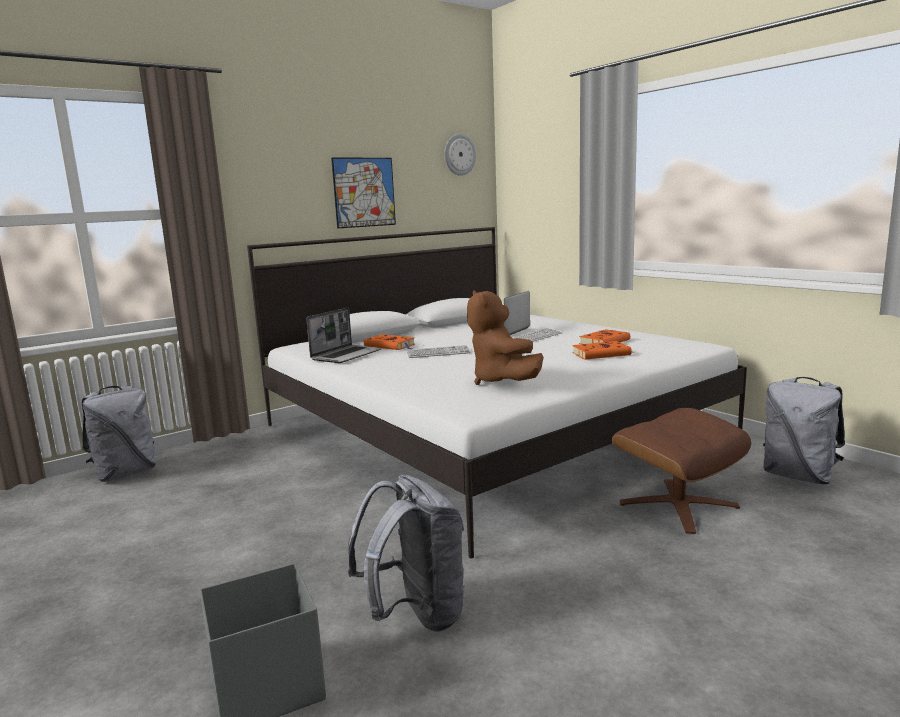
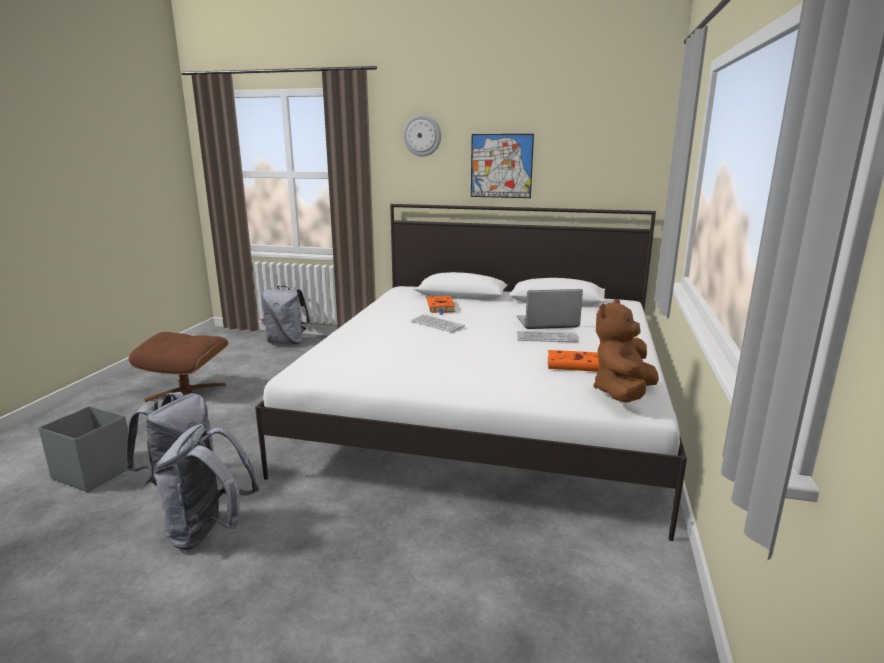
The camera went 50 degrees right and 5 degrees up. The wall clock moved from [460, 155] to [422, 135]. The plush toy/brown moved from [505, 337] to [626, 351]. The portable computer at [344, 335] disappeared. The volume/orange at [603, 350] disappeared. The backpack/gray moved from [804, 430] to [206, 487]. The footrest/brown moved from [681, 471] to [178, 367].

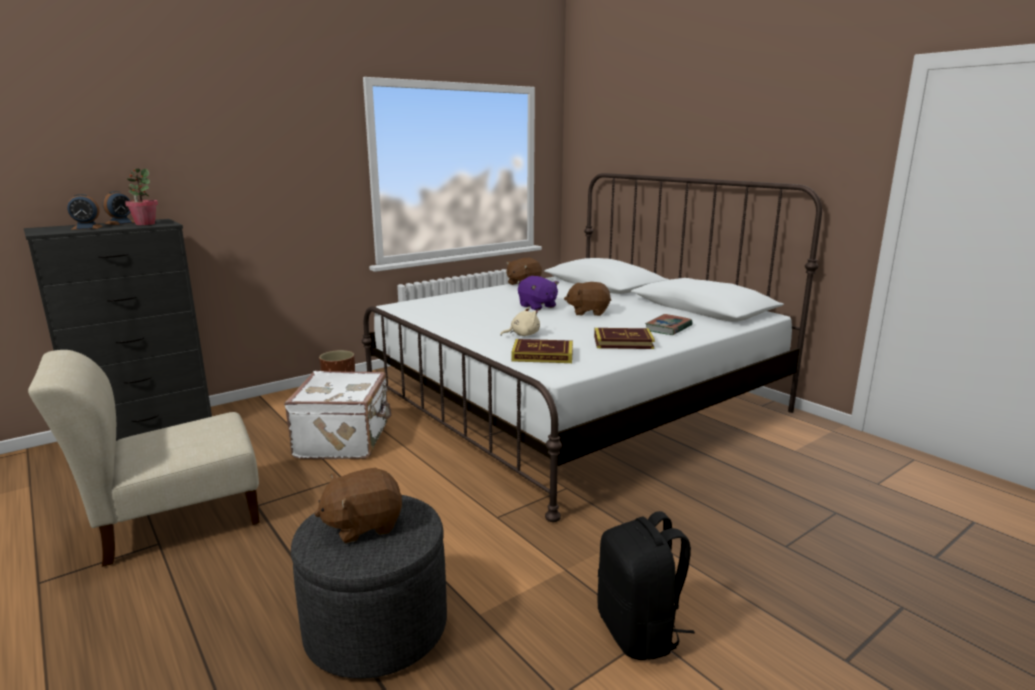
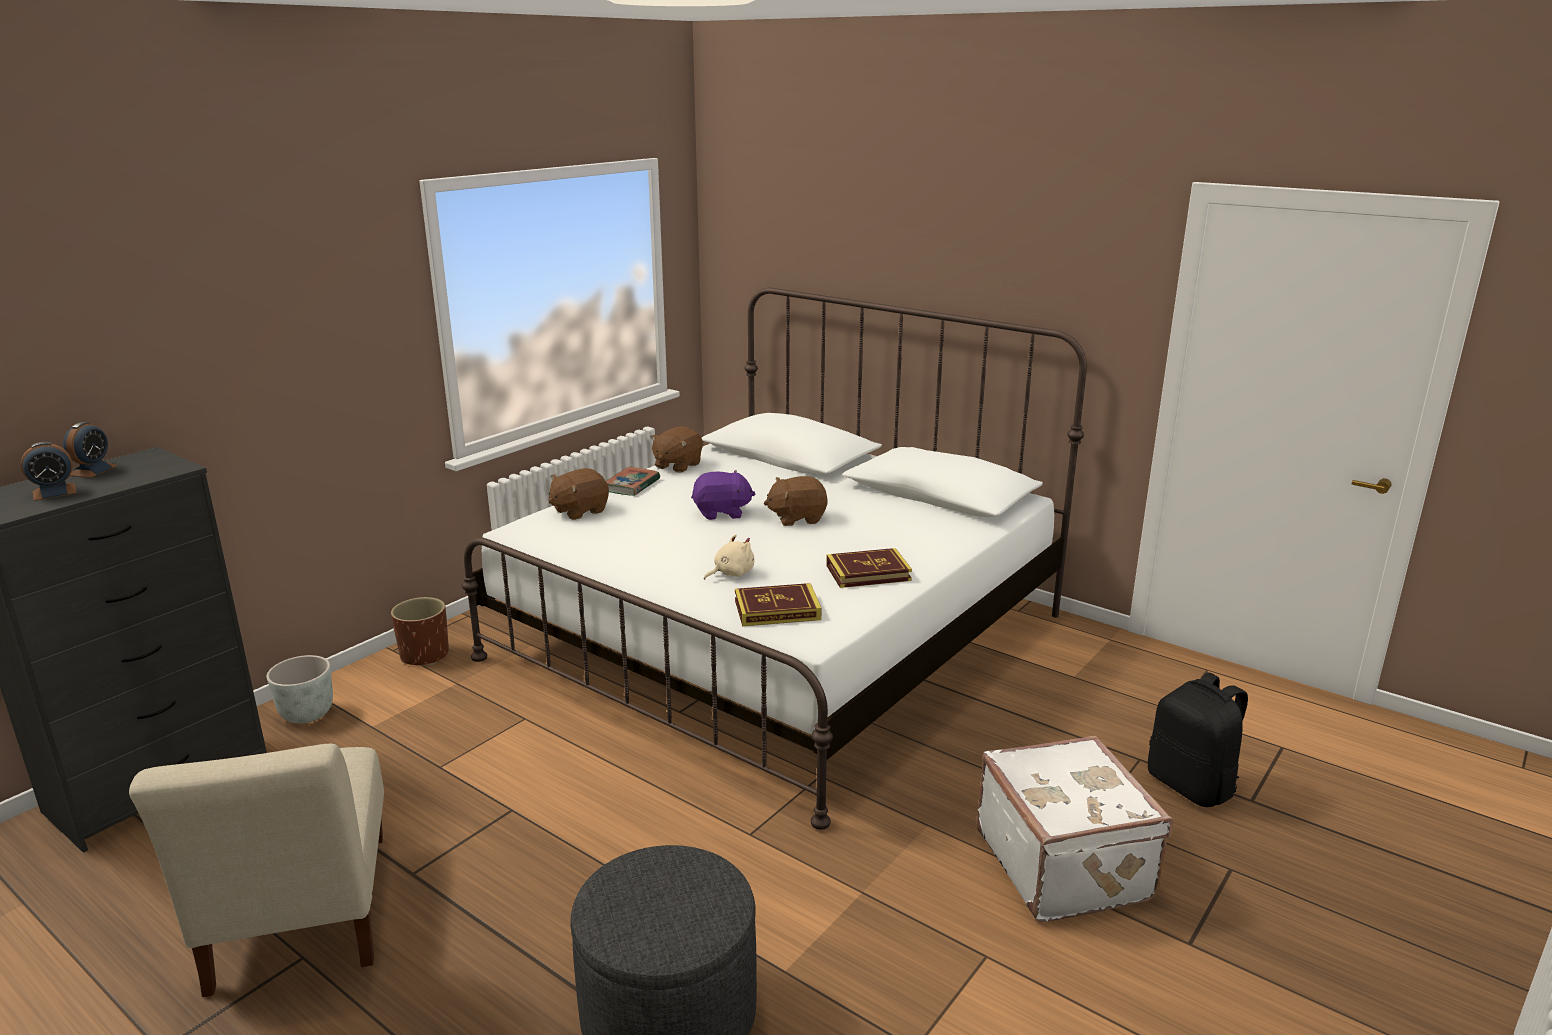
The camera went 15 degrees left and 5 degrees up. The plant in a pot at [141, 196] disappeared. The plush toy/purple-coloured at [538, 293] turned 45 degrees counterclockwise. The volume moved from [669, 324] to [633, 481]. The chair/beige at [144, 458] turned 60 degrees counterclockwise. The travel case/white moved from [337, 415] to [1074, 828]. The plush toy/brown moved from [358, 505] to [578, 494]. The backpack/black-coloured moved from [646, 585] to [1198, 739]. The flower pot/gray at [299, 689] appeared.

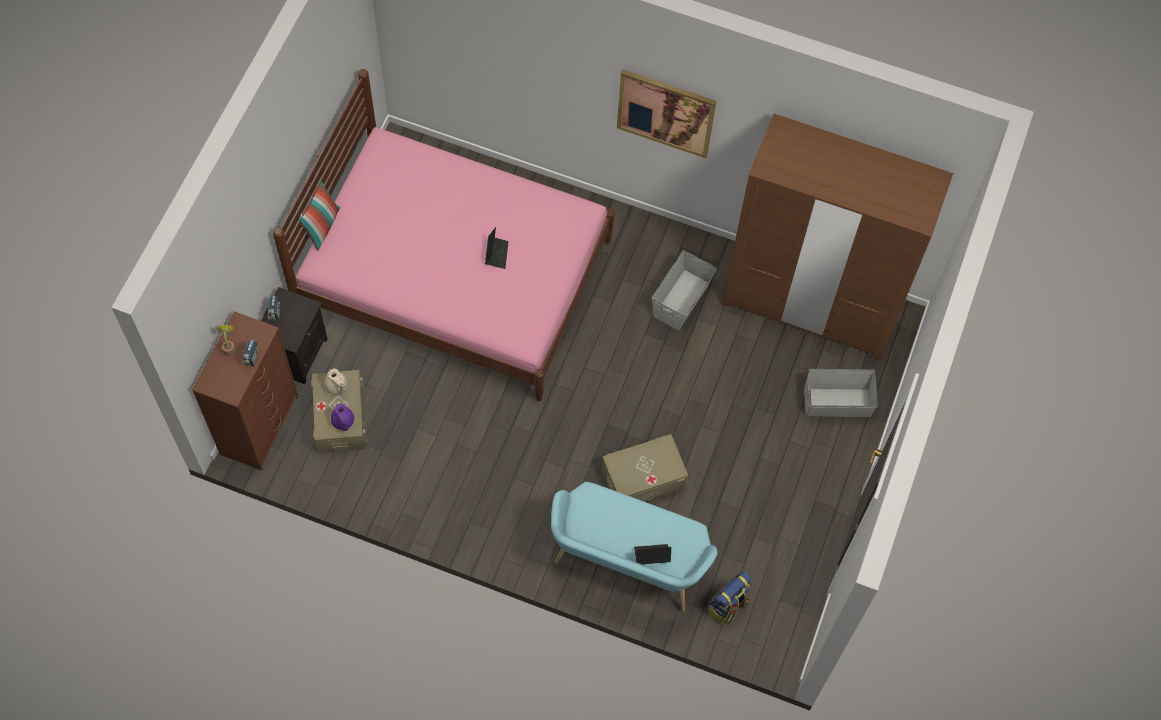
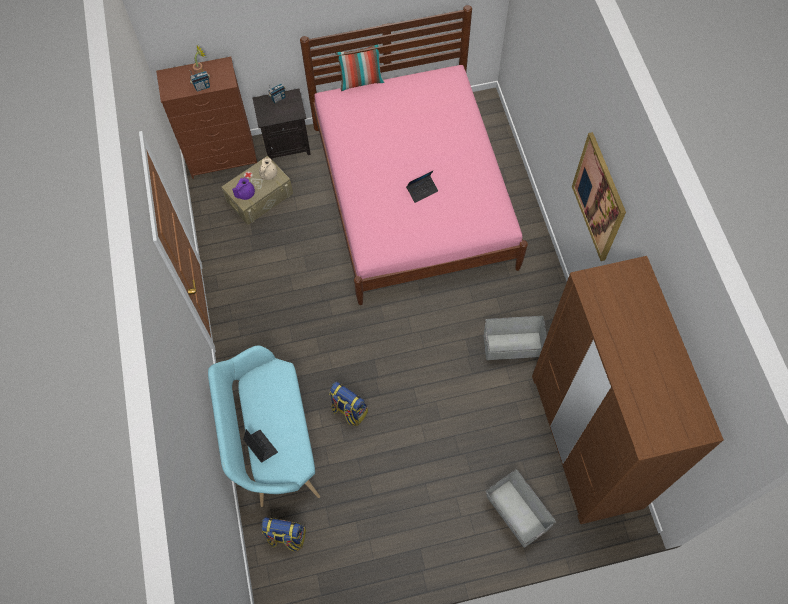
The camera went 60 degrees right and 0 degrees up. The storage bin/beige at [645, 468] was replaced by the backpack at [348, 404].

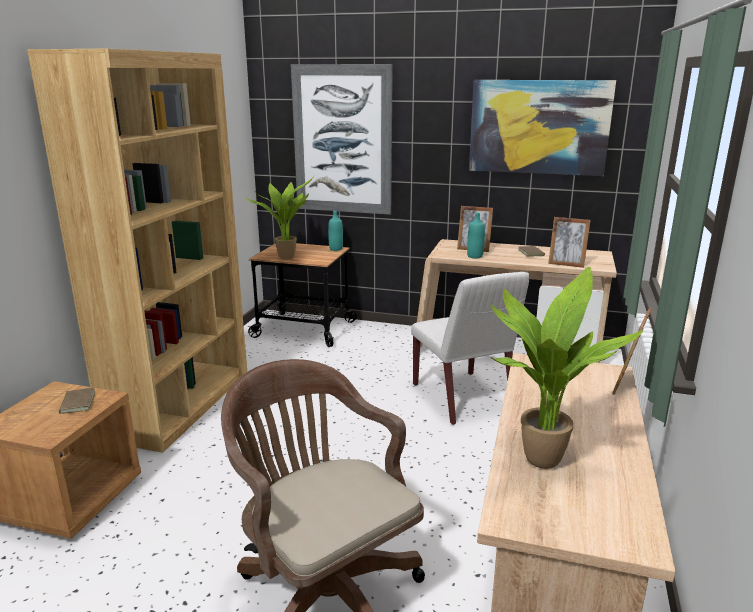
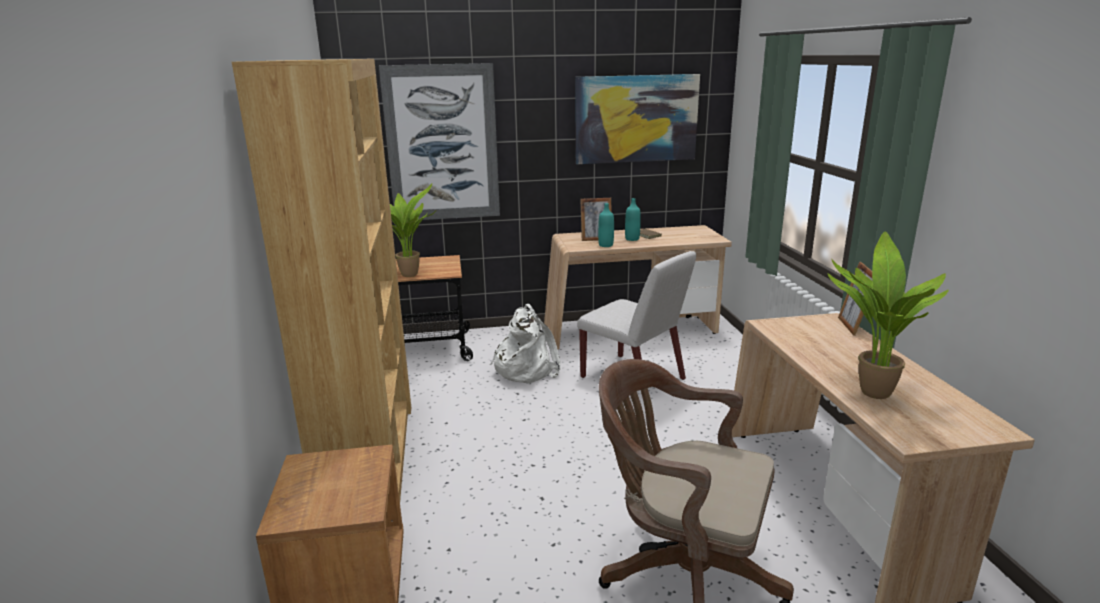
The camera went 25 degrees left and 0 degrees up. The beverage bottle/turquoise moved from [335, 231] to [633, 219]. The photo frame at [569, 242] disappeared. The volume/brown at [72, 400] disappeared. The backpack/white at [525, 343] appeared.

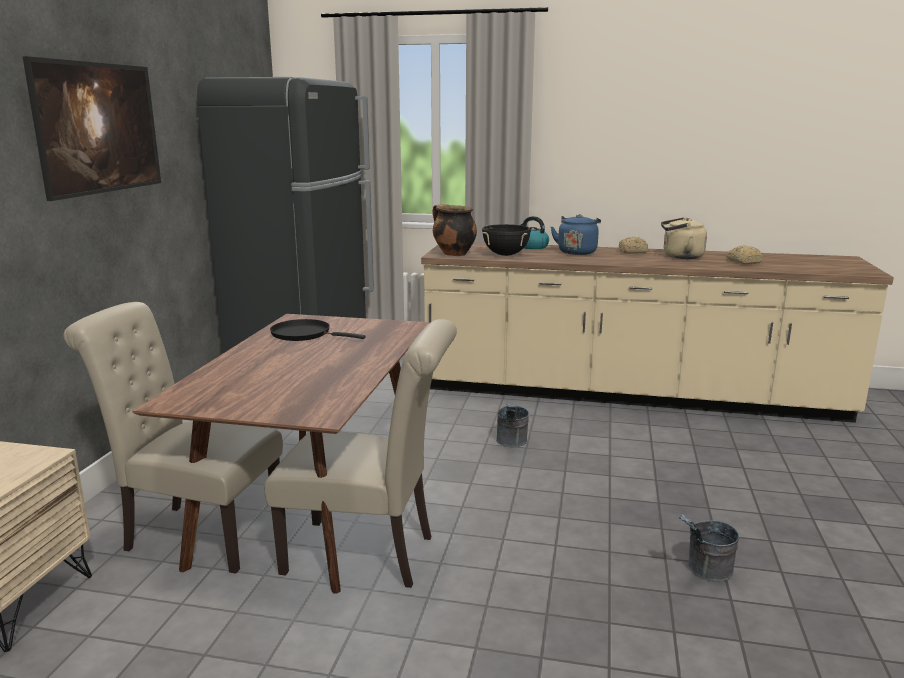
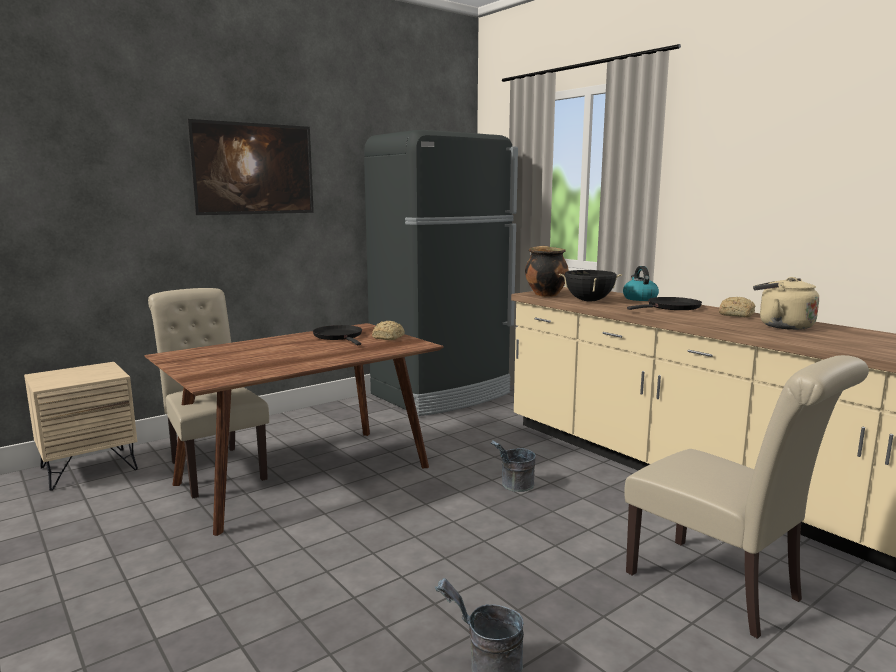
The camera went 40 degrees right and 5 degrees down. The water kettle/bluish at [576, 234] was replaced by the frying pan/black-coloured at [664, 303]. The bakery bread moved from [745, 254] to [388, 330]. The chair/beige moved from [360, 453] to [746, 497].

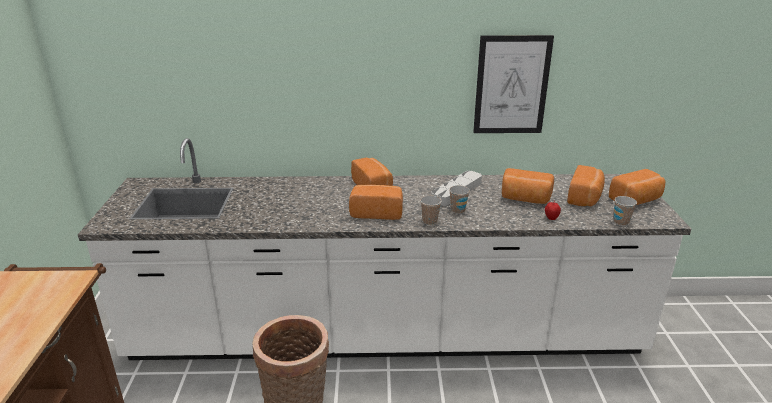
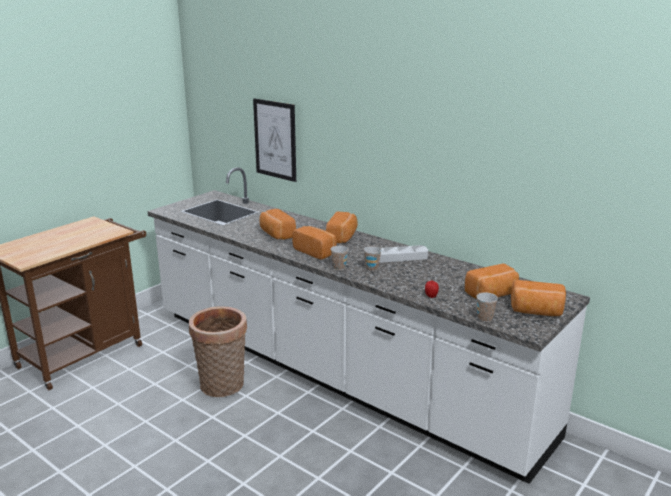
The camera went 40 degrees right and 5 degrees down. The wall art moved from [513, 84] to [274, 140]. The bakery bread moved from [528, 186] to [277, 224].

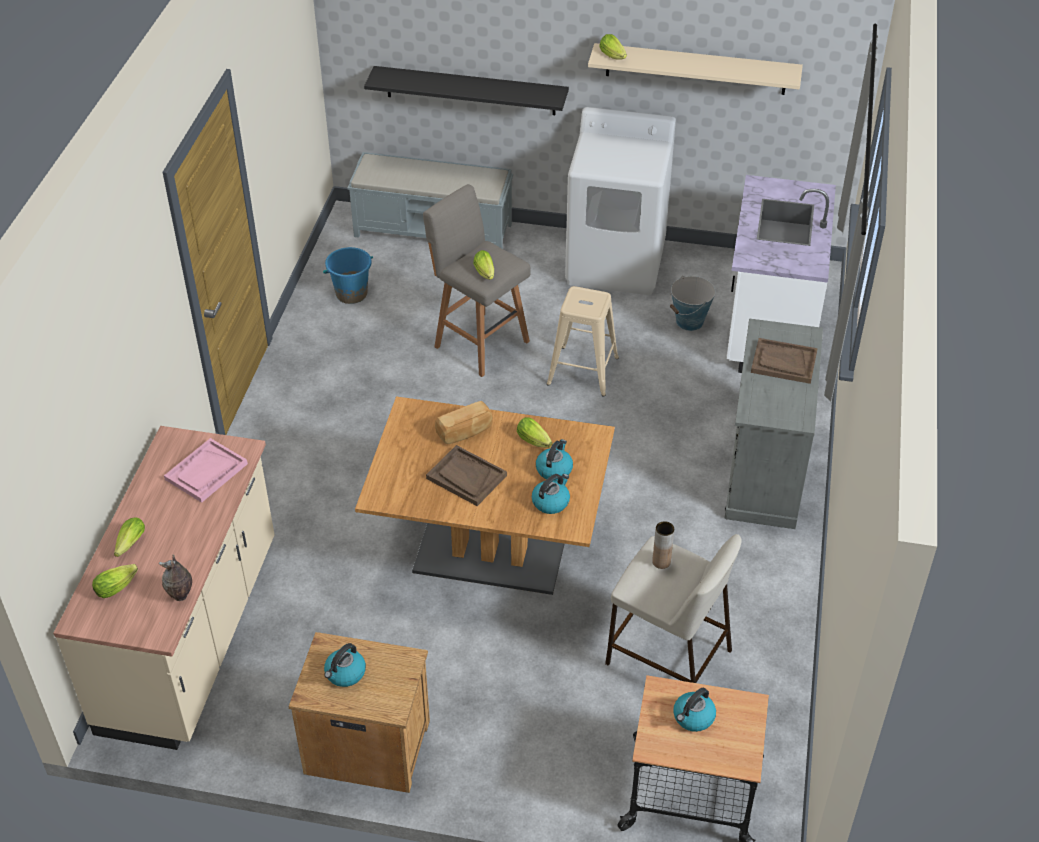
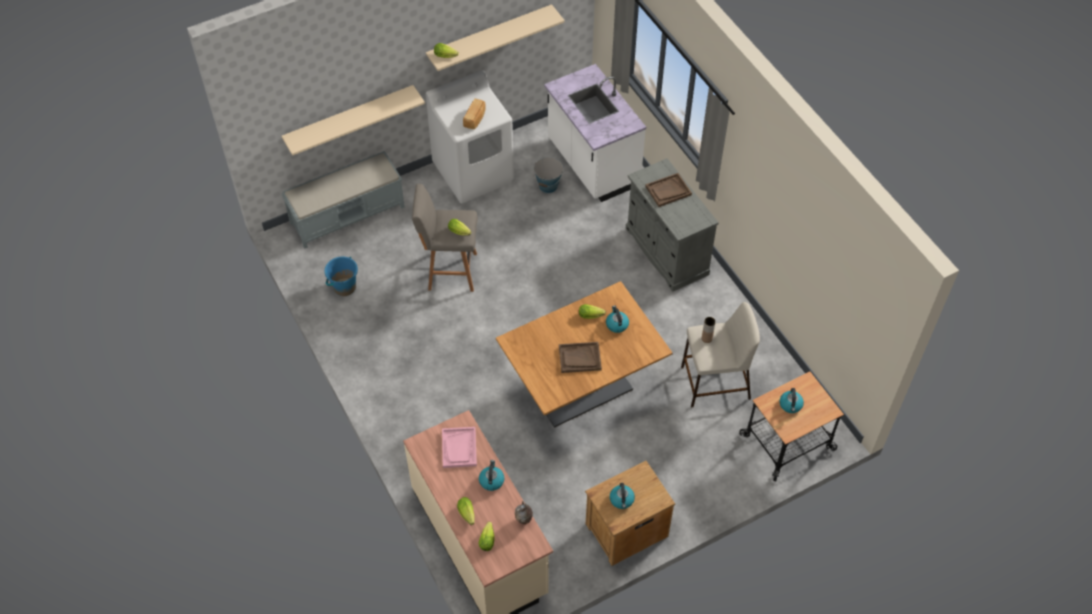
The camera went 40 degrees left and 10 degrees up. The shelf/black-coloured at [466, 90] became the shelf/beige at [353, 120]. The sitting stool/beige at [583, 341] disappeared. The bakery bread moved from [464, 422] to [474, 114]. The water kettle moved from [551, 494] to [491, 475].

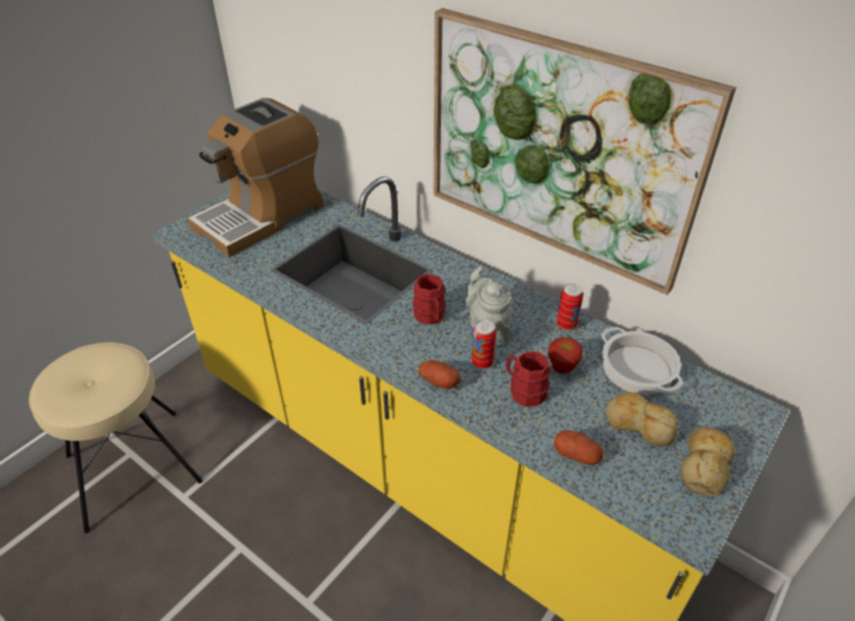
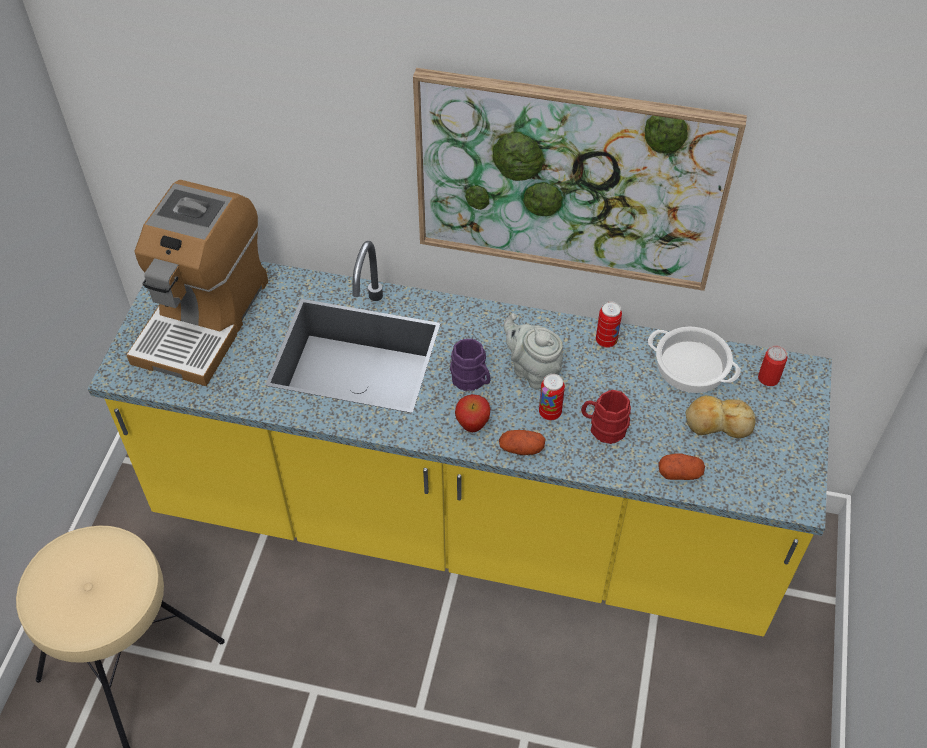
The camera went 25 degrees left and 10 degrees up. The tea mug/red-coloured at [429, 299] became the tea mug/purple-coloured at [470, 365]. The apple moved from [565, 355] to [472, 413]. The bakery bread at [707, 461] disappeared. The sealed can at [772, 366] appeared.

